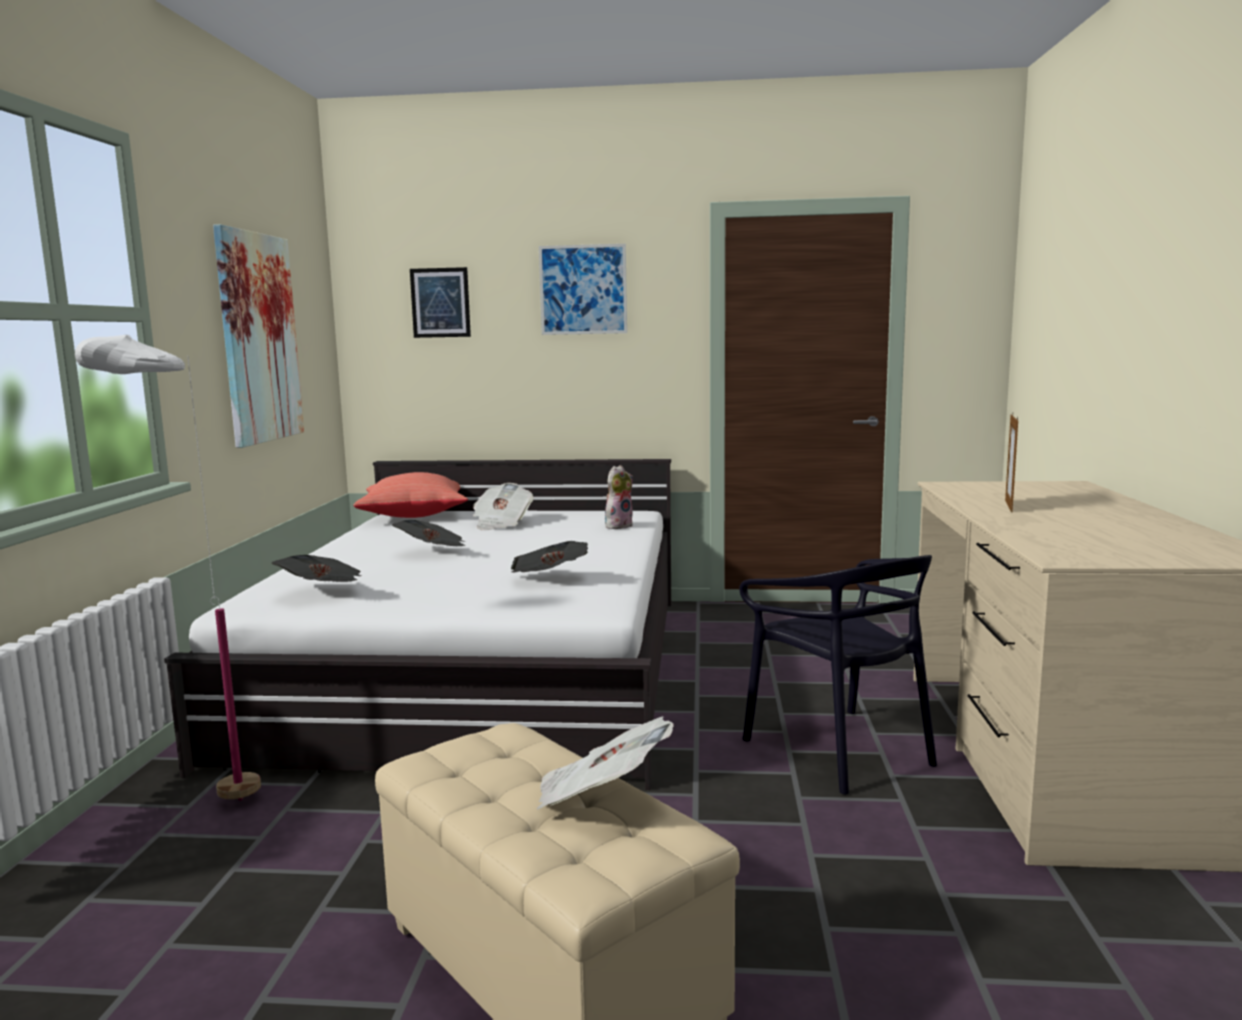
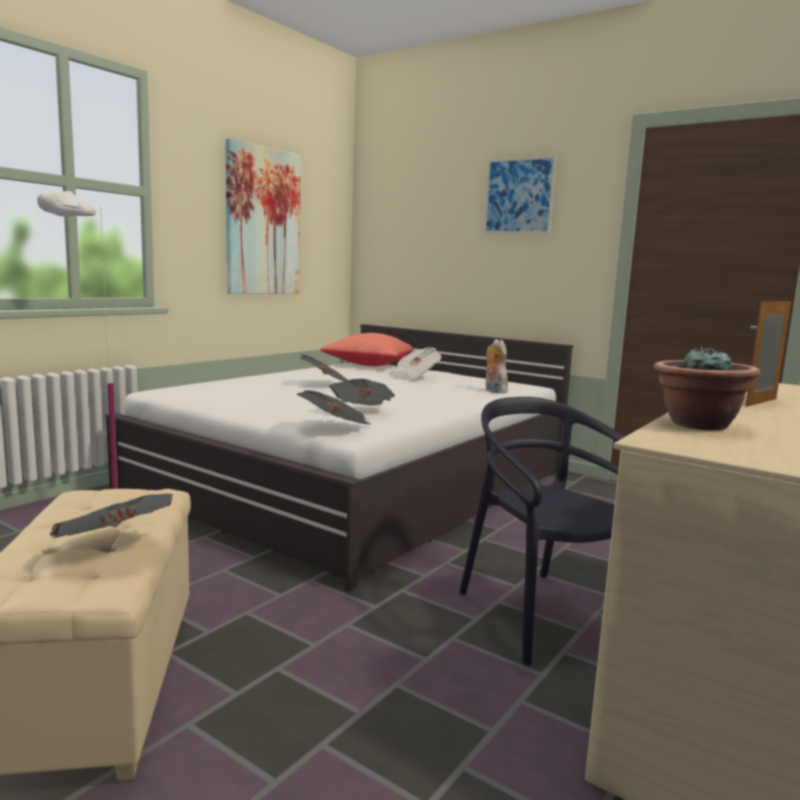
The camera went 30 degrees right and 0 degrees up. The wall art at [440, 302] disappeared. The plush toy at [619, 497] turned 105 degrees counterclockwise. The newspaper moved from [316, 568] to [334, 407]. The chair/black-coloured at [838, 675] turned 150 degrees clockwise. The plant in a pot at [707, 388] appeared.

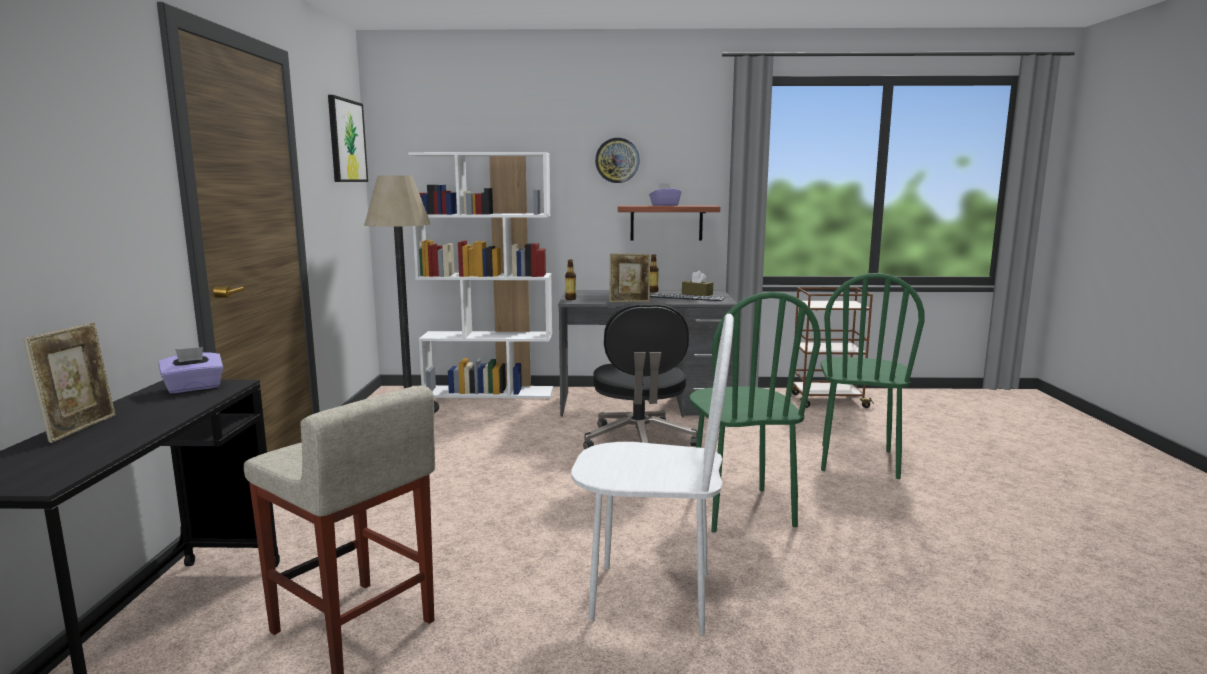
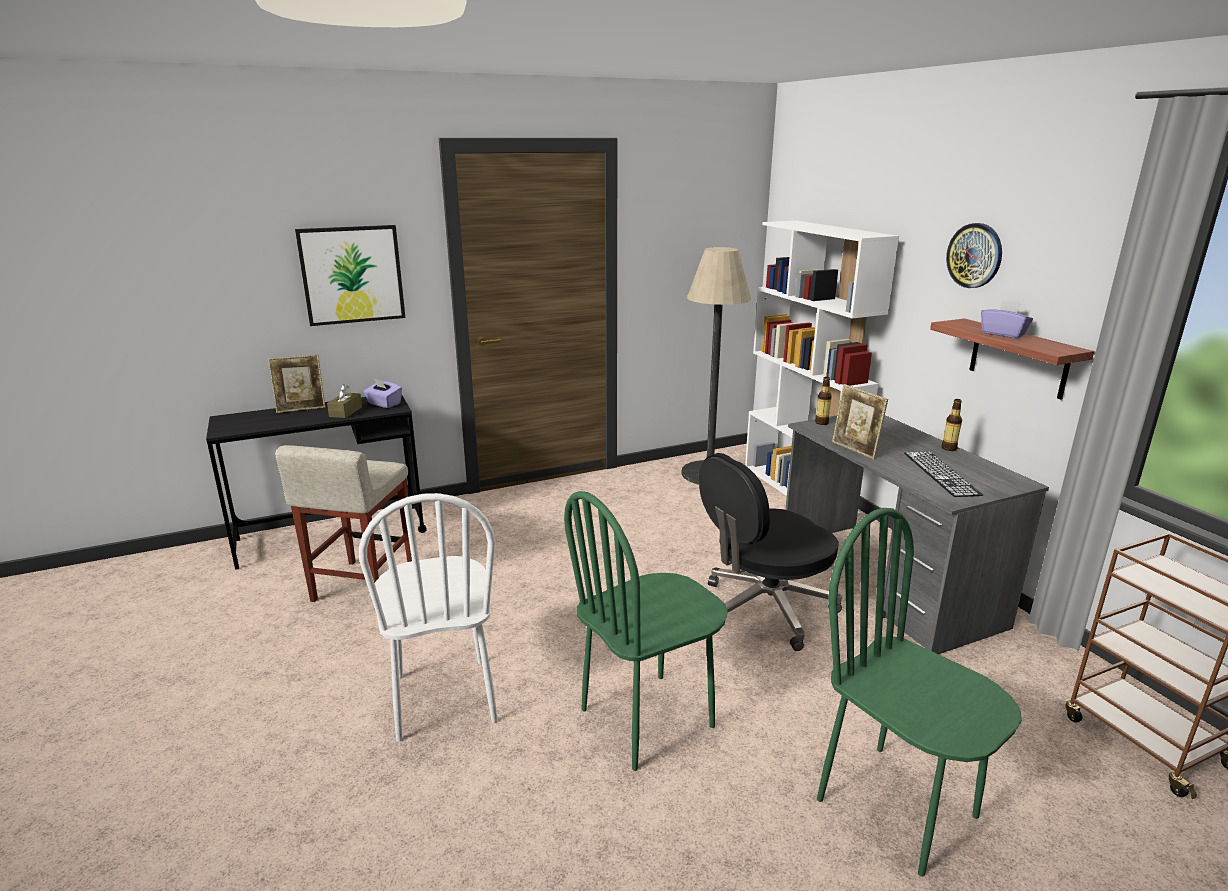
The camera went 65 degrees right and 10 degrees up. The wall art moved from [348, 138] to [350, 275]. The tissue box/brown moved from [697, 283] to [344, 401]. The chair/greenish at [873, 376] turned 60 degrees clockwise.

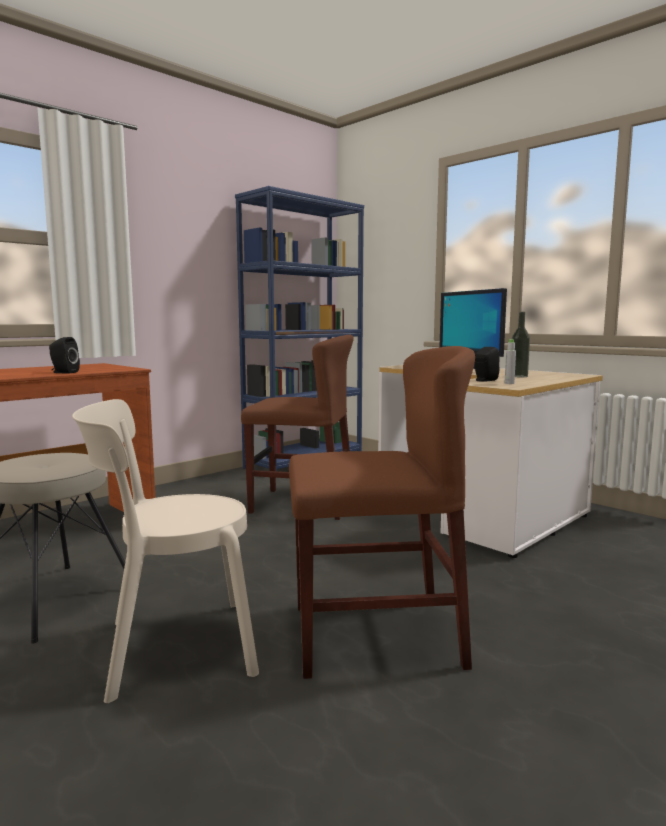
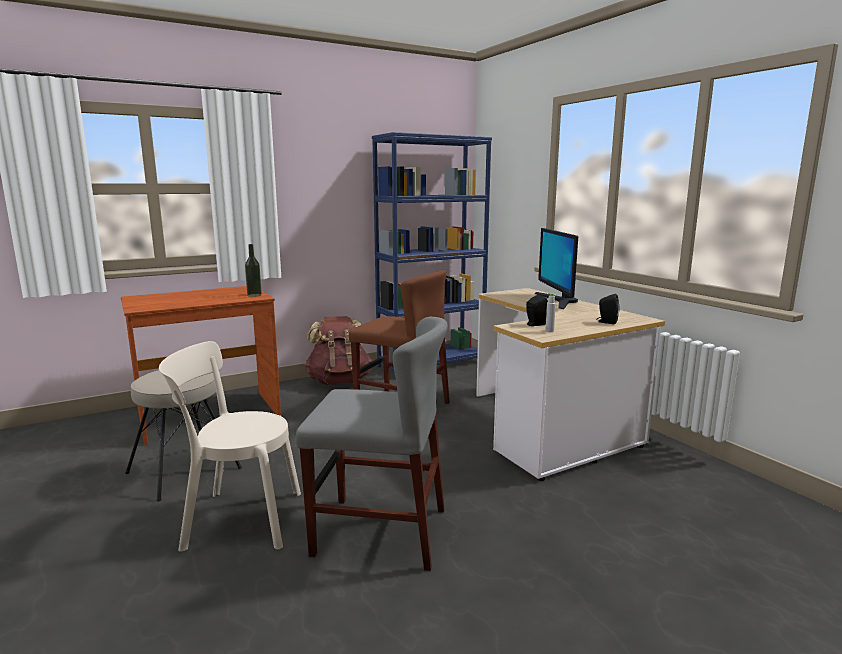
The camera went 15 degrees right and 5 degrees up. The beverage bottle moved from [521, 344] to [253, 270]. The speaker/black-coloured moved from [64, 355] to [608, 309]. The chair/brown at [382, 512] became the chair/gray at [372, 443]. The backpack/brown at [338, 350] appeared.

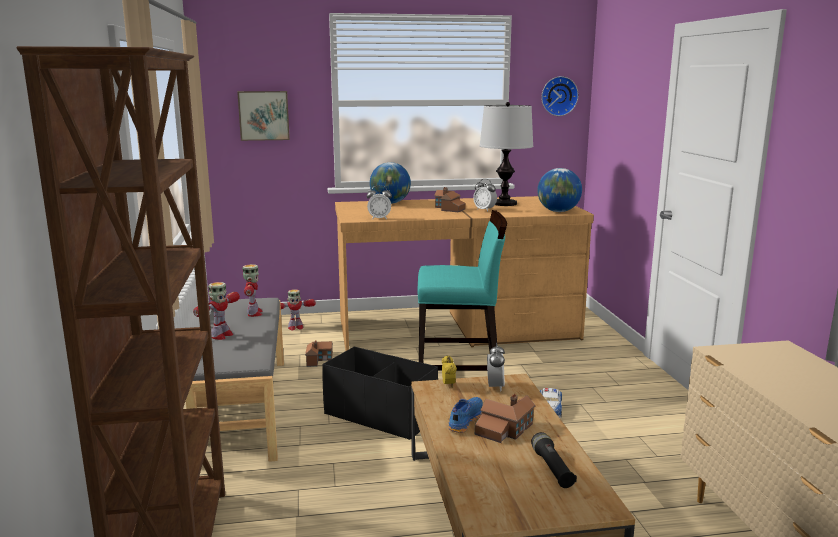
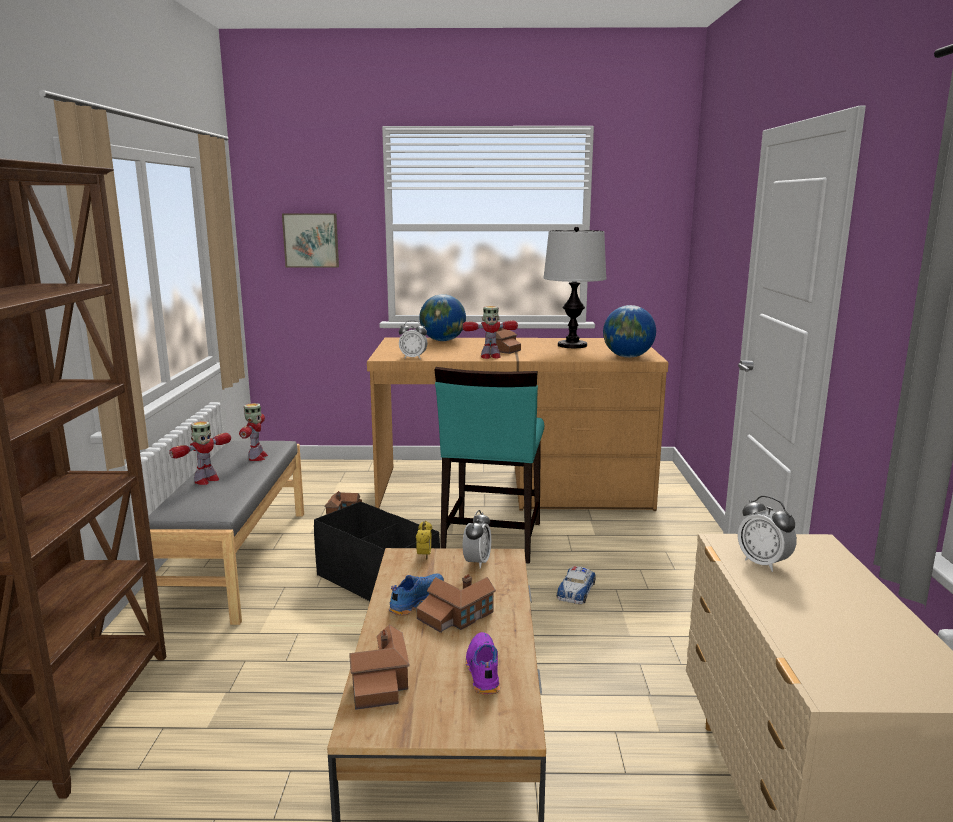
The camera went 10 degrees right and 0 degrees up. The wall clock at [560, 96] disappeared. The alarm clock moved from [485, 195] to [767, 534]. The chair/turquoise at [462, 290] turned 90 degrees clockwise. The robot figure moved from [298, 309] to [490, 332]. The hand torch/black-coloured at [554, 460] was replaced by the item of footwear/purple-coloured at [483, 663]. The miniature house at [379, 667] appeared.

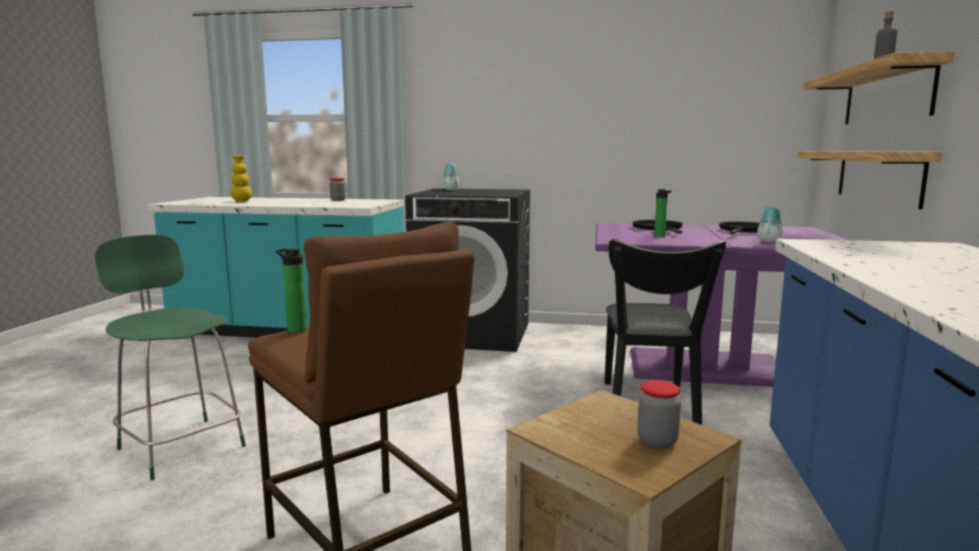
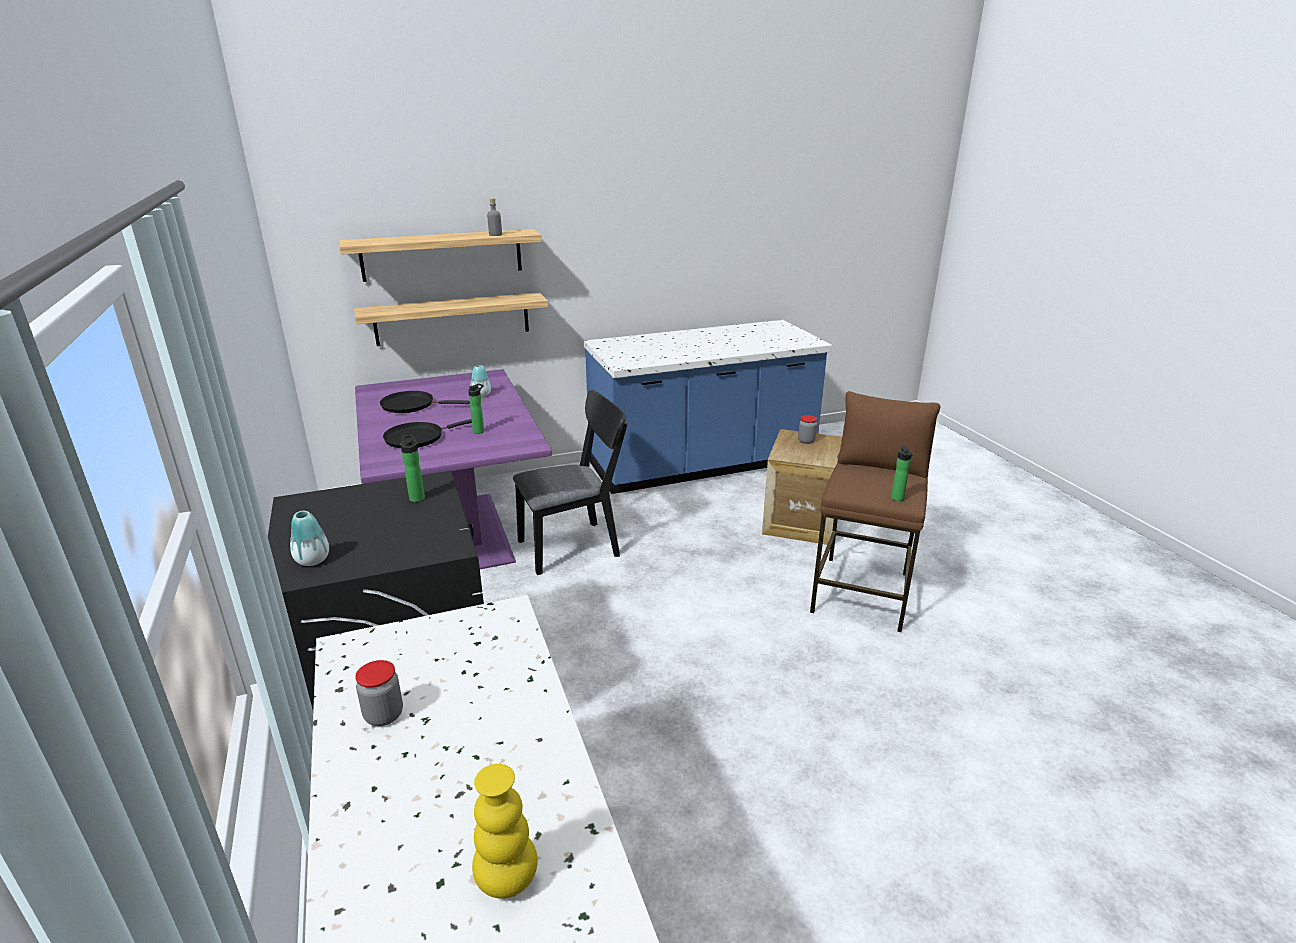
The camera went 120 degrees left and 15 degrees up. The chair/greenish at [170, 357] disappeared. The beverage bottle at [412, 468] appeared.

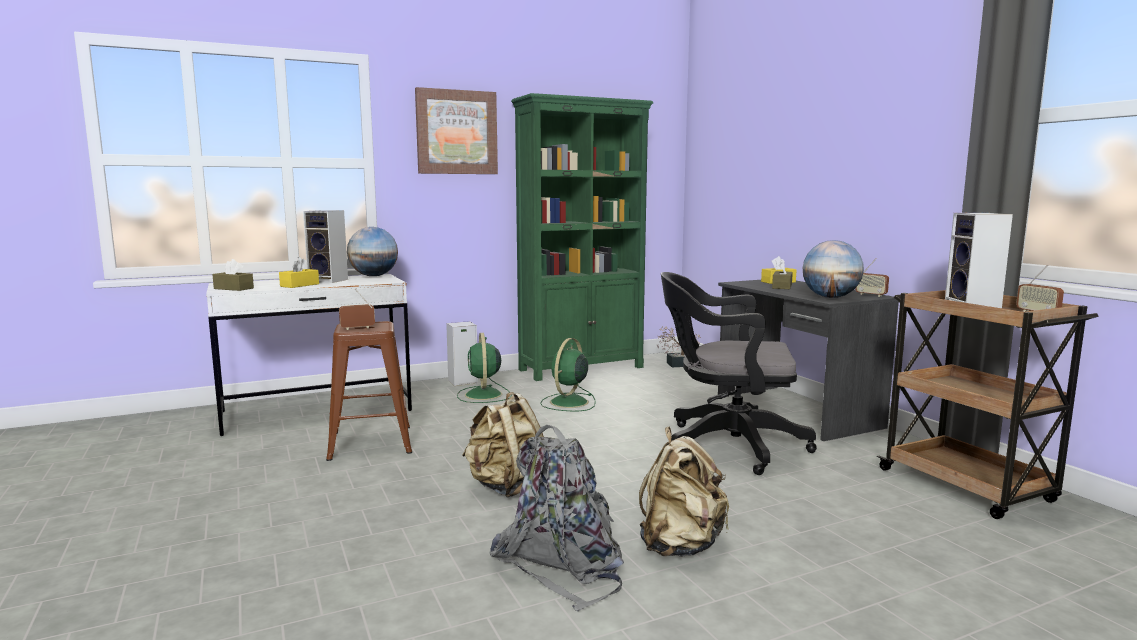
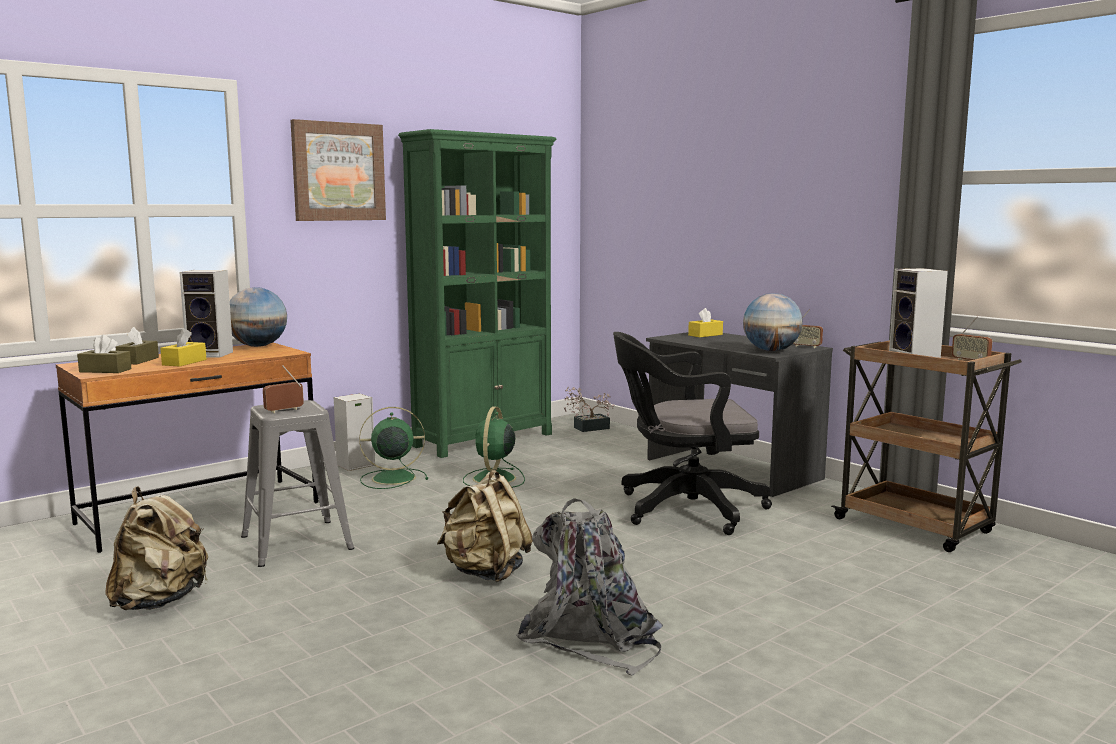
The camera went 15 degrees left and 0 degrees up. The tissue box/brown moved from [782, 274] to [137, 345]. The desk unit/white at [309, 355] became the desk unit/brown at [187, 448]. The sitting stool/brown at [369, 391] became the sitting stool/gray at [297, 483]. The electric fan/greenish at [484, 368] turned 105 degrees clockwise. The backpack/beige moved from [684, 492] to [156, 548].

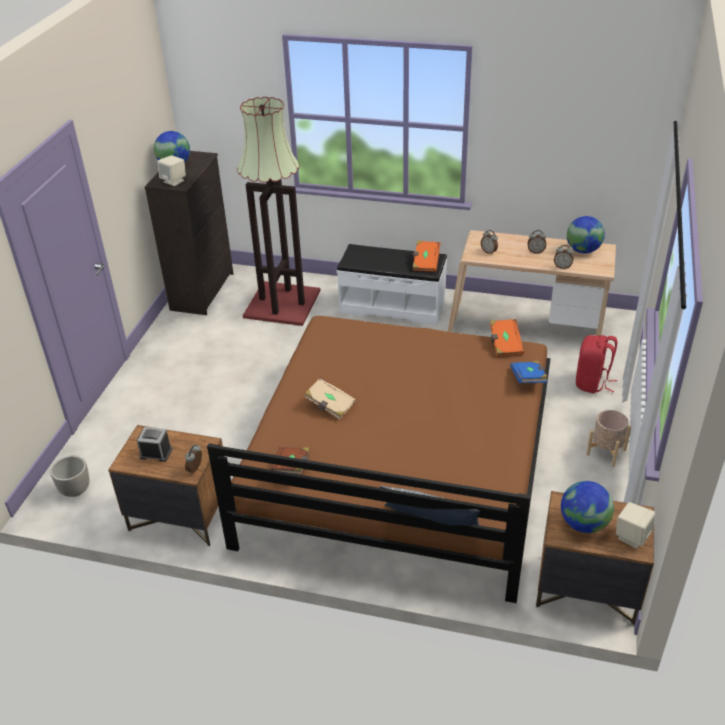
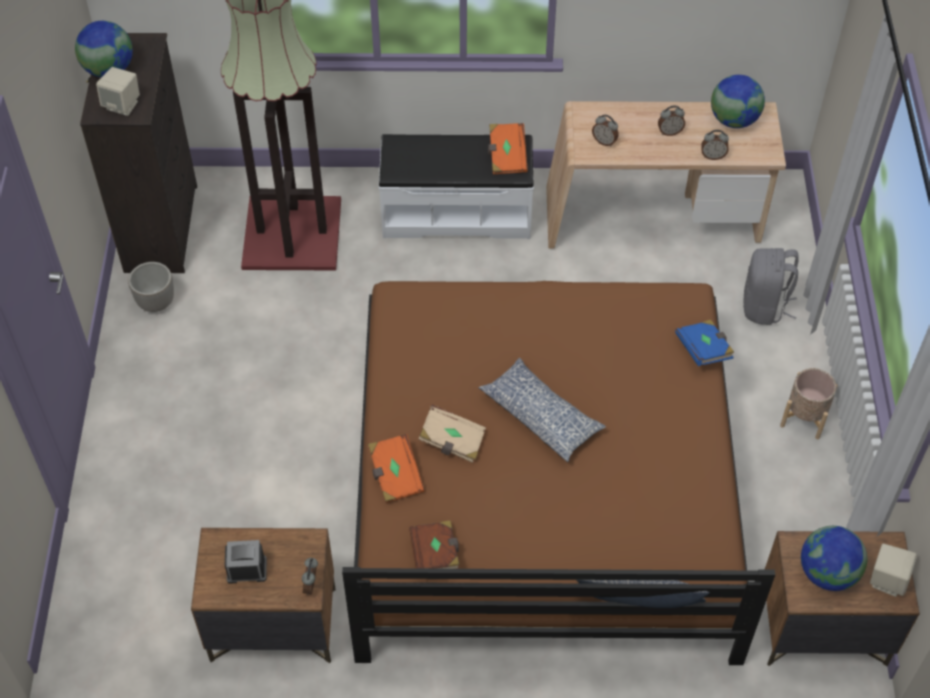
The camera went 15 degrees left and 15 degrees up. The volume/orange moved from [507, 338] to [396, 468]. The backpack/red-coloured at [596, 364] became the backpack/gray at [771, 286]. The flower pot moved from [70, 476] to [151, 287]. The cushion at [542, 410] appeared.

